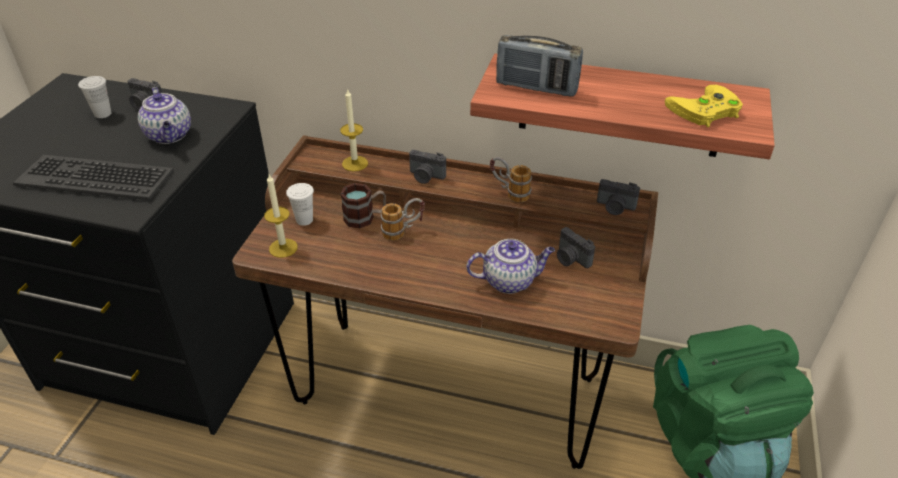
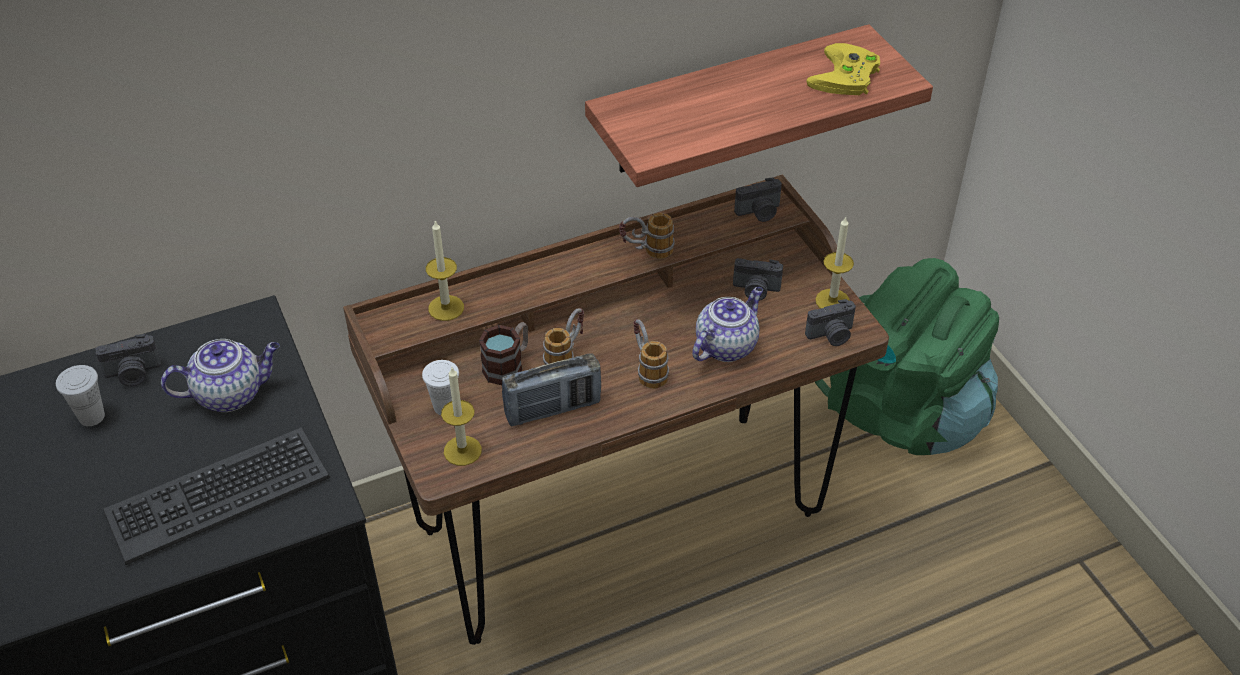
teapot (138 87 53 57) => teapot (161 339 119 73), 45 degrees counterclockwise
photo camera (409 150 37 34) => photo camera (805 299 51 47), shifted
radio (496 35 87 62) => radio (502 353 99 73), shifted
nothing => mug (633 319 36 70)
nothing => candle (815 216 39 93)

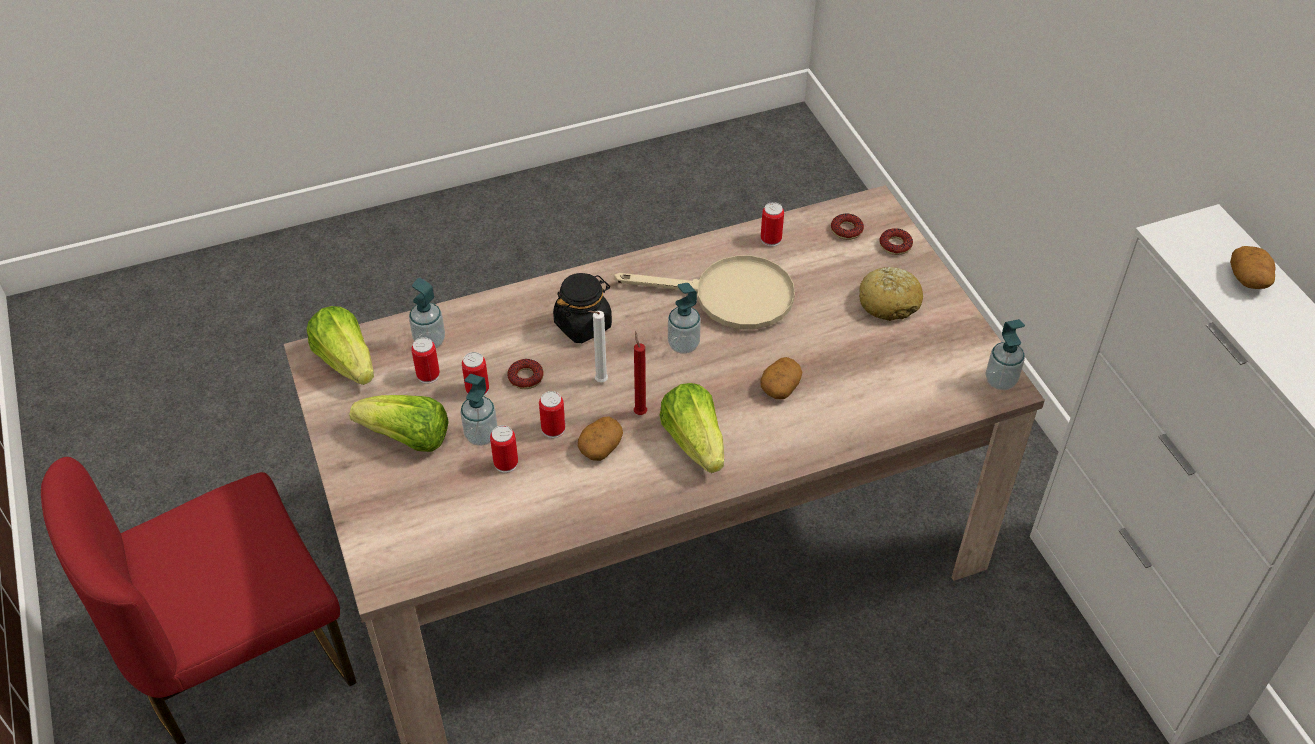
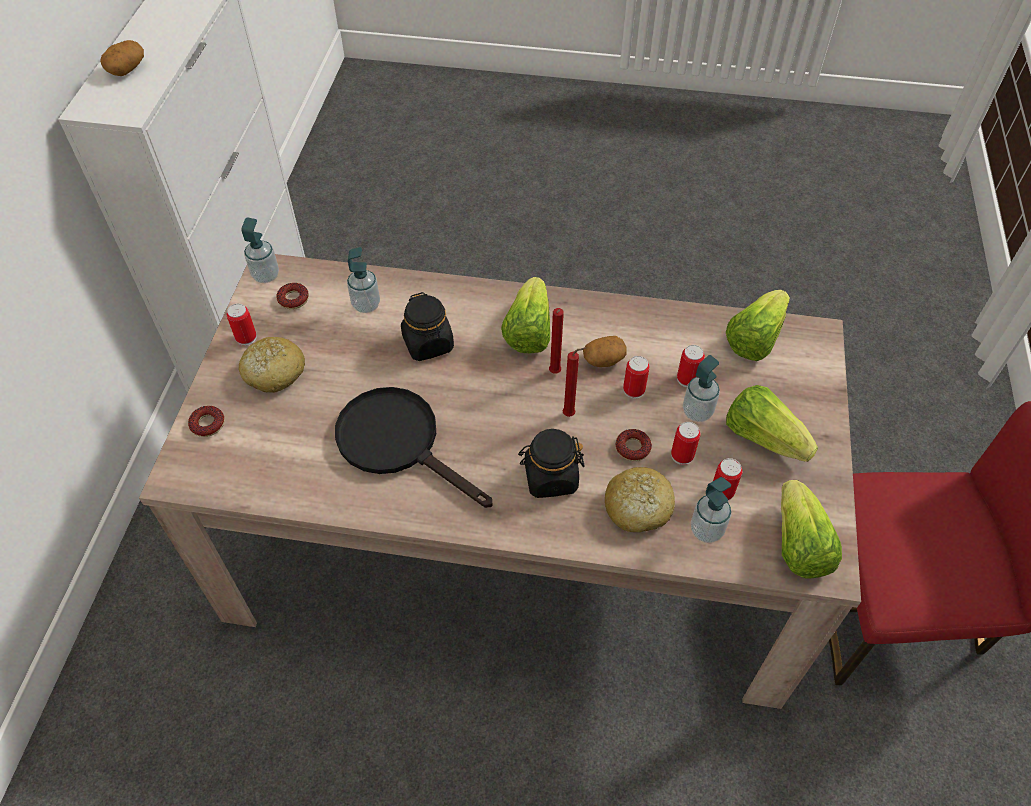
candle (white) (588 311 20 71) => candle (red) (563 347 23 70)
frying pan (beige) (614 256 181 74) => frying pan (black) (335 387 157 121)
soap dispenser (668 283 33 71) => soap dispenser (347 247 33 66), shifted
potato (760 357 42 42) => jar (black) (401 292 53 69)
can (761 202 23 45) => can (227 303 30 43), shifted
donut (831 213 33 27) => donut (276 283 33 26), shifted
nothing => bread (605 467 70 65)
nothing => lettuce (726 290 64 71)

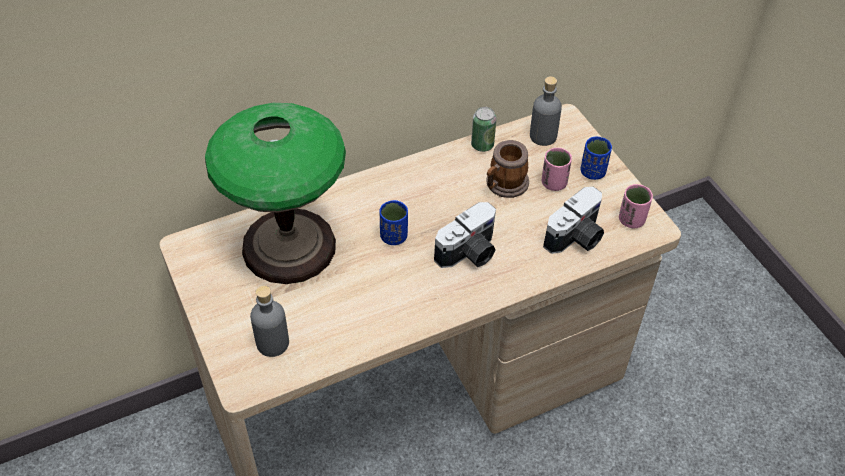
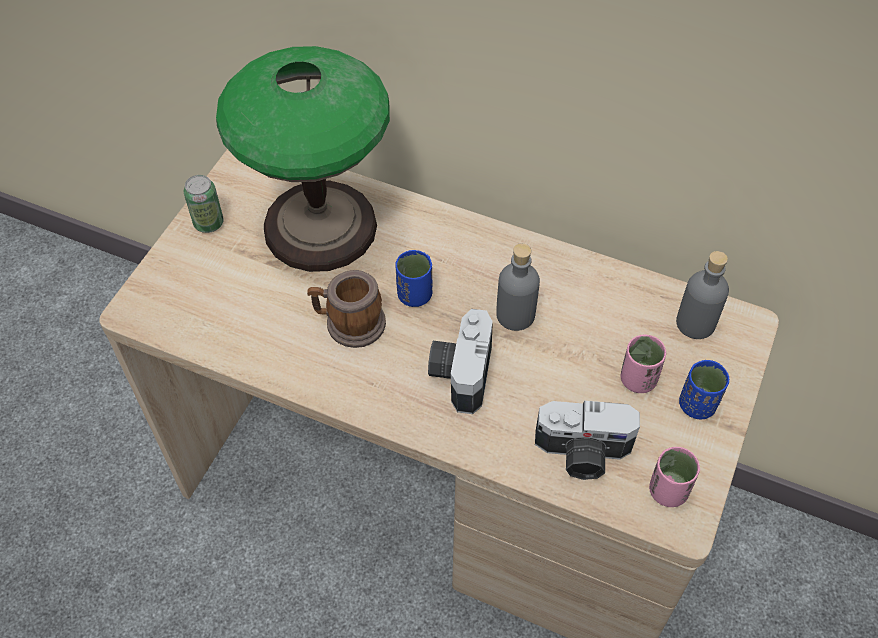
bottle (grey) (250 285 39 72) => bottle (grey) (496 243 44 88), shifted
photo camera (434 202 62 66) => photo camera (428 309 65 105), 90 degrees clockwise
can (471 107 26 45) => can (184 175 40 58), shifted
mug (486 140 43 58) => mug (307 270 79 78), shifted

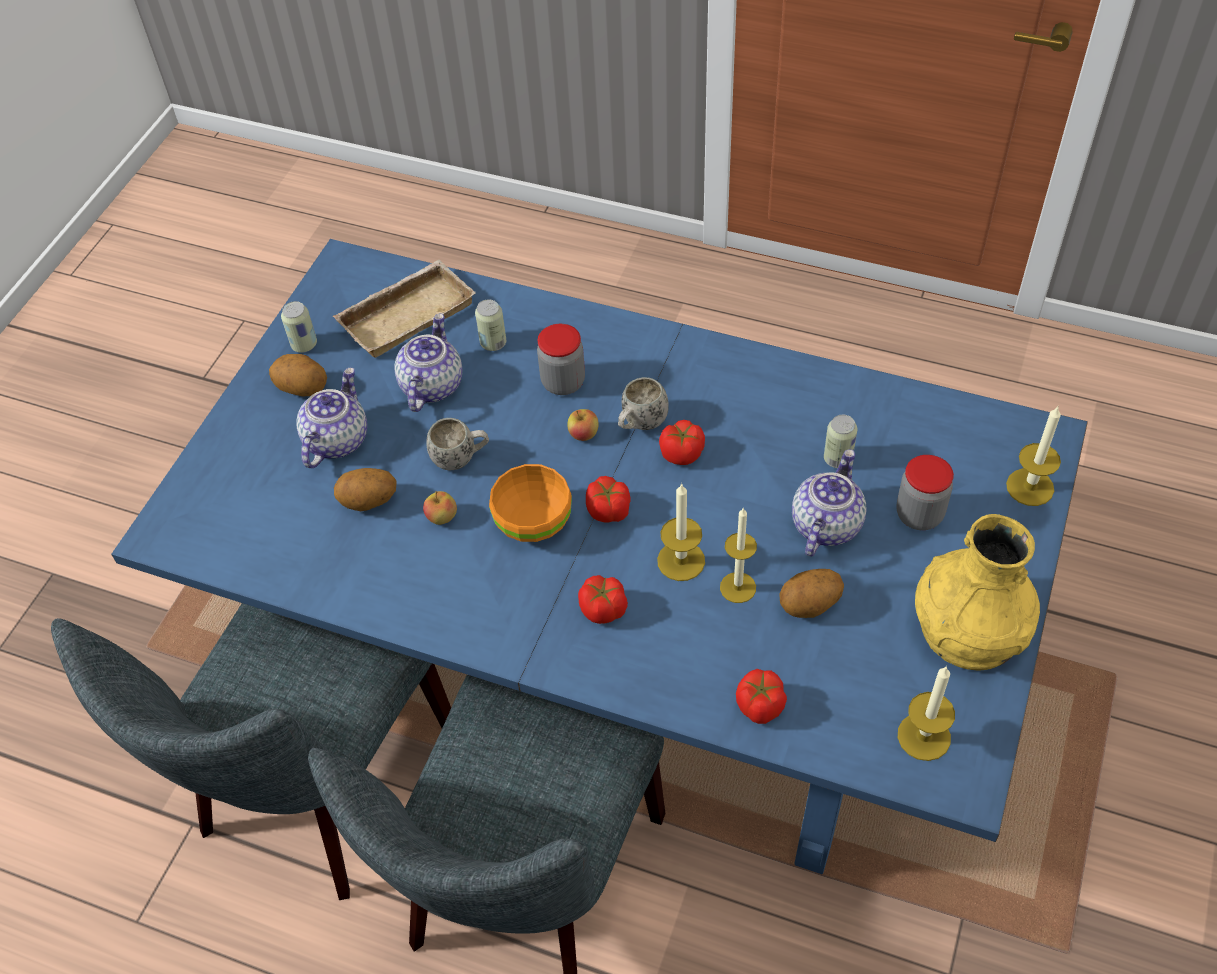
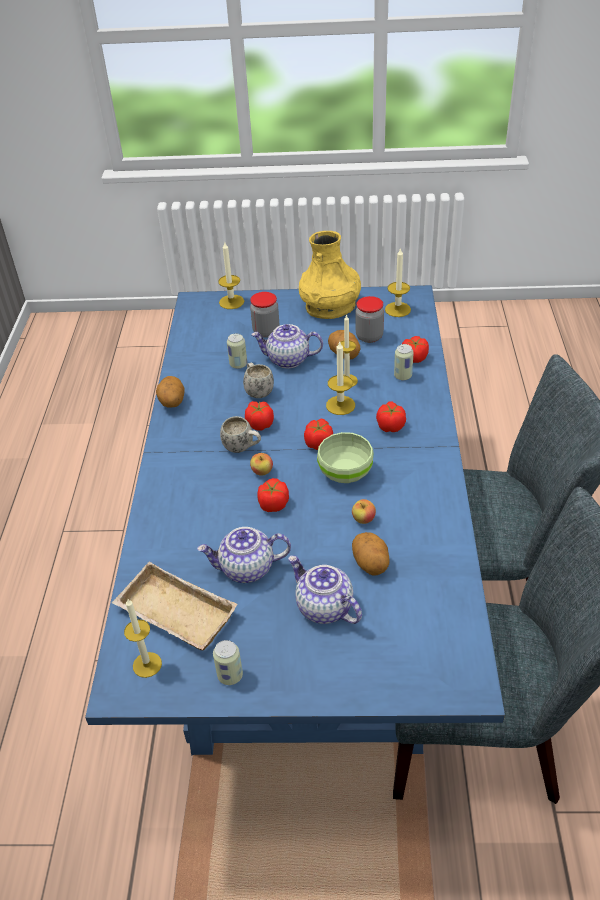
potato (269 354 58 42) => potato (156 376 28 31), shifted
teapot (296 367 71 101) => teapot (288 556 74 68), 45 degrees clockwise
mug (white) (426 418 63 53) => mug (white) (243 363 31 35), shifted
can (475 299 31 52) => can (394 344 20 36), shifted
bowl (orange) (489 464 83 78) => bowl (green) (317 432 56 51)
jar (537 324 48 71) => jar (356 296 28 47), shifted
nothing => candle (124 598 38 80)
nothing => tomato (257 478 32 34)

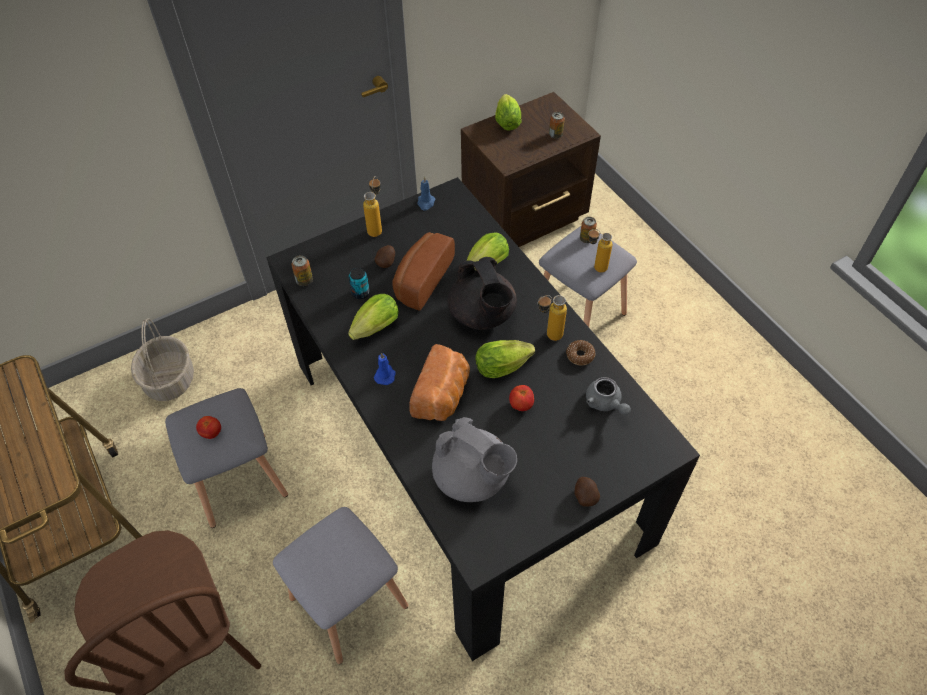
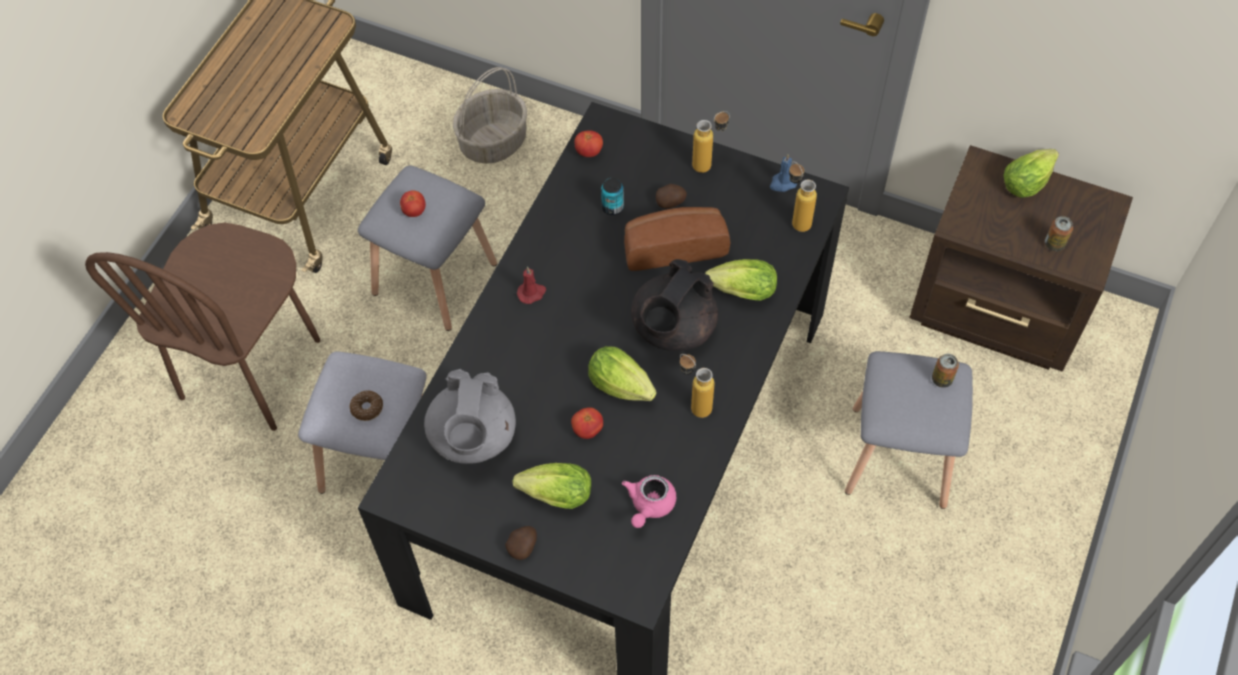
can (291 255 22 31) => tomato (575 130 28 27)
lettuce (348 294 51 46) => lettuce (513 463 79 46), shifted
candle (blue) (374 352 22 33) => candle (red) (517 267 29 37)
bread (409 344 61 77) => nothing
donut (566 340 30 26) => donut (350 390 33 31), shifted
teapot (grey) (586 377 45 38) => teapot (pink) (622 475 54 53)
bottle (588 229 24 44) => bottle (789 161 28 71), shifted

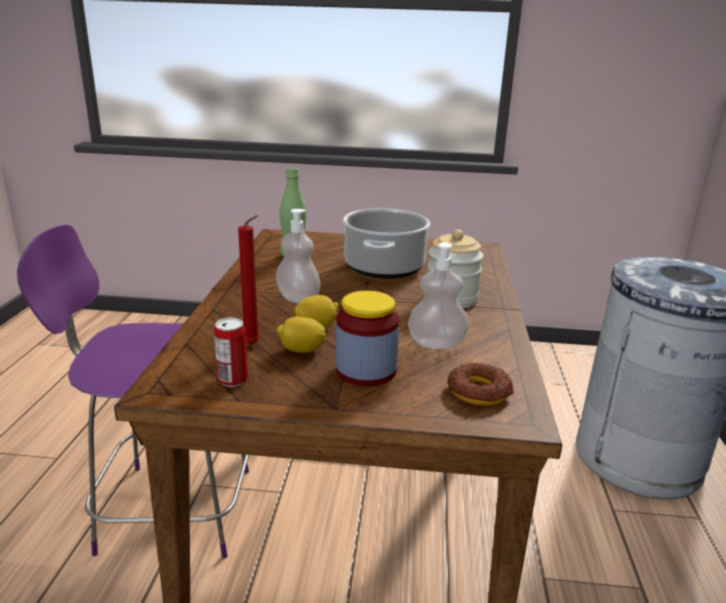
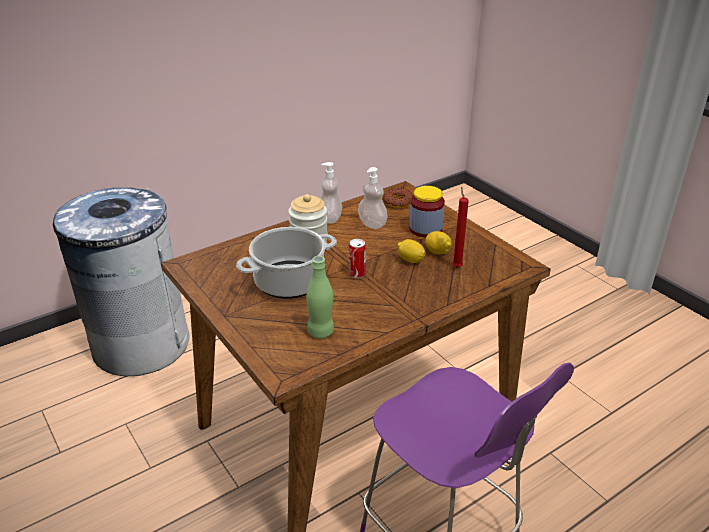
can (214 317 34 70) => can (349 239 17 39), shifted
soap dispenser (276 209 45 94) => soap dispenser (320 162 22 62), shifted

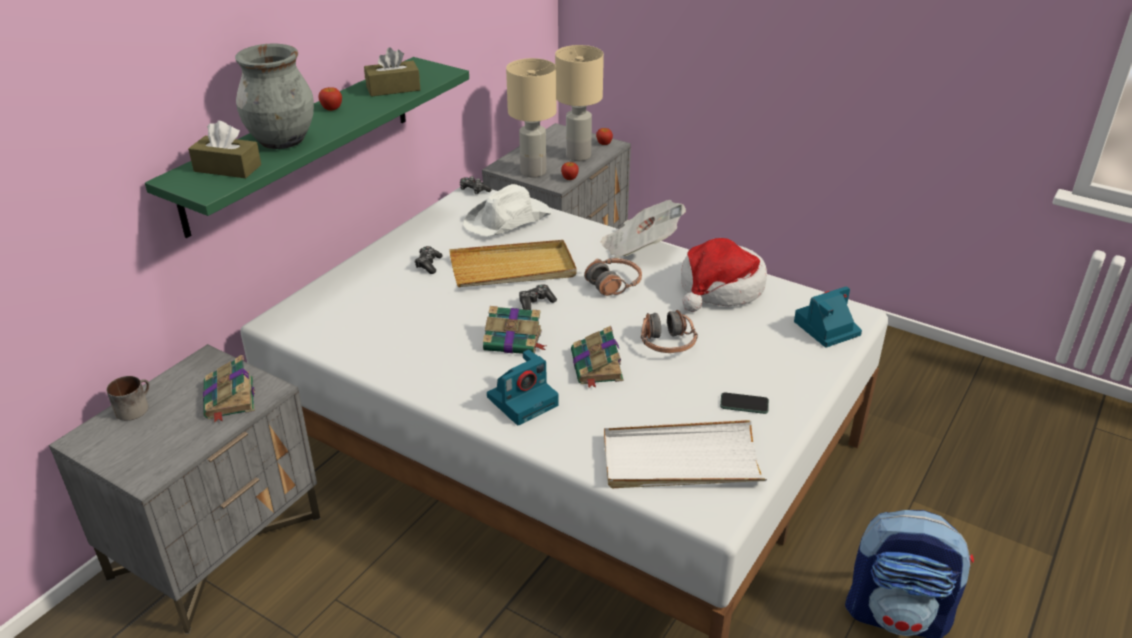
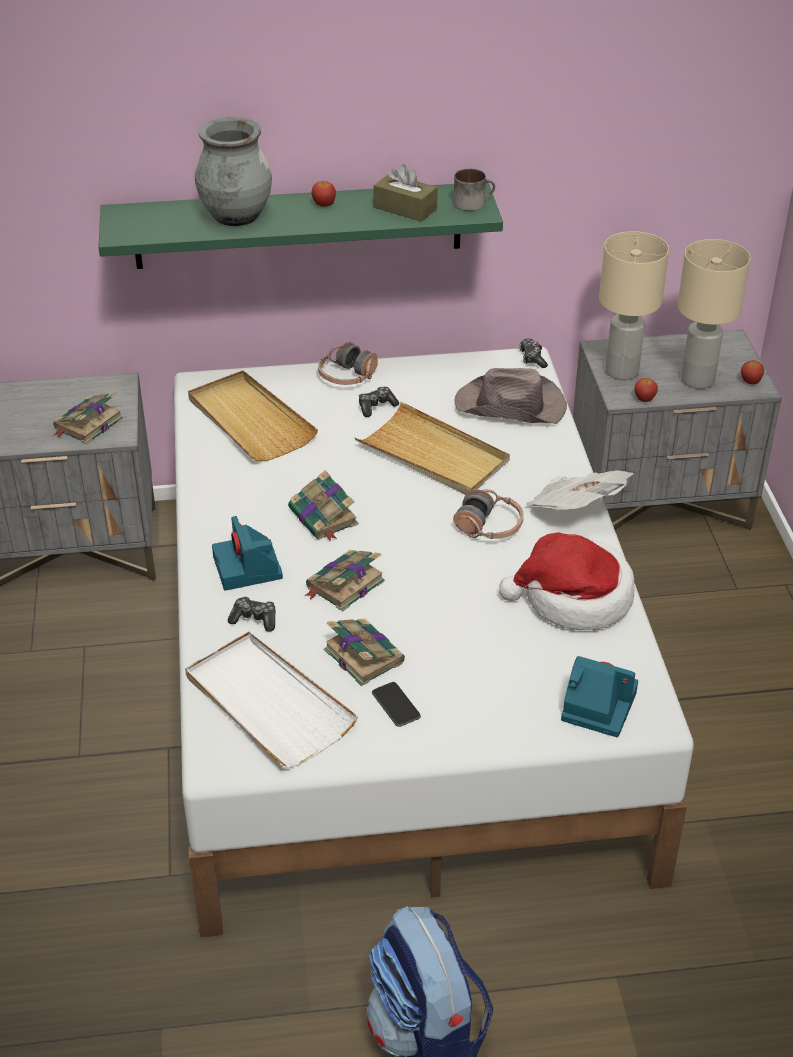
mug (106 376 44 45) => mug (454 169 41 42), shifted
tissue box (brown) (188 121 73 57) => nothing
hat (white) (463 184 89 53) => hat (brown) (455 368 112 56)
photo camera (487 350 71 75) => photo camera (212 516 71 75), 60 degrees clockwise
game controller (519 284 38 26) => game controller (228 597 47 35), shifted
headphones (641 310 57 43) => headphones (318 342 60 43), shifted
nothing => tray (beige) (188 371 130 90)
nothing => book (324 618 81 68)

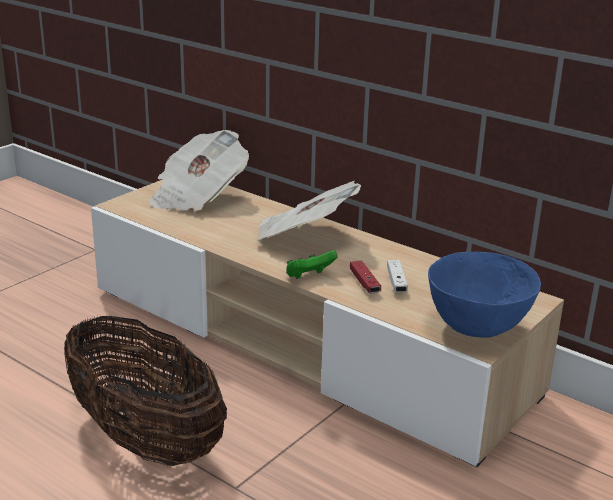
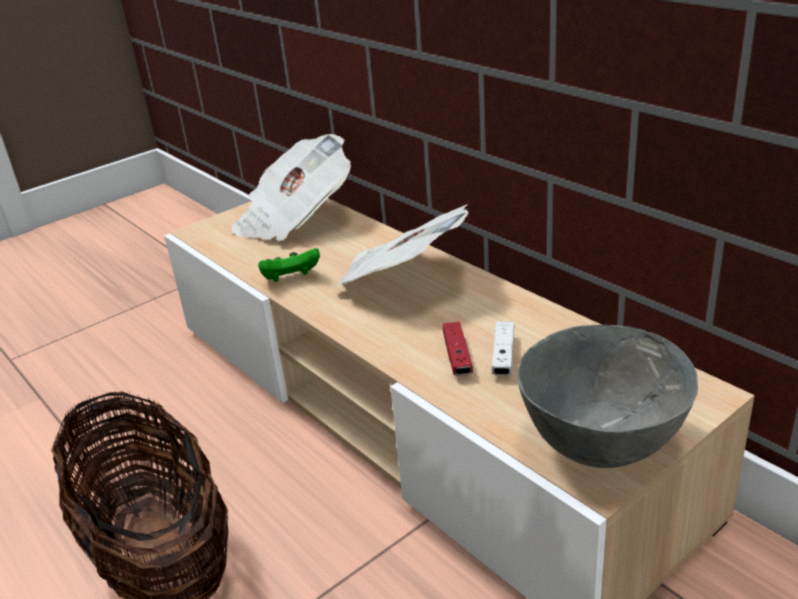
game controller (green) (286 250 51 29) => game controller (green) (258 248 62 34), shifted
bowl (blue) (428 252 113 85) => bowl (grey) (517 325 181 143)

